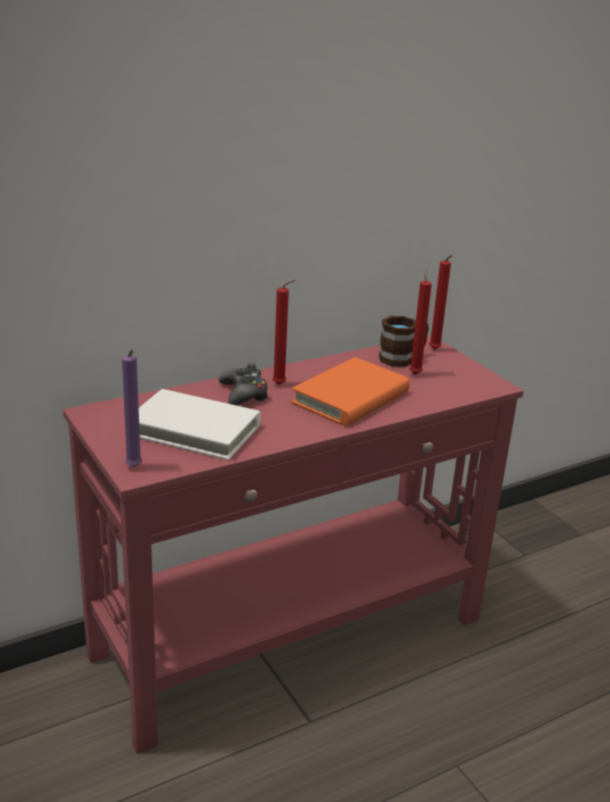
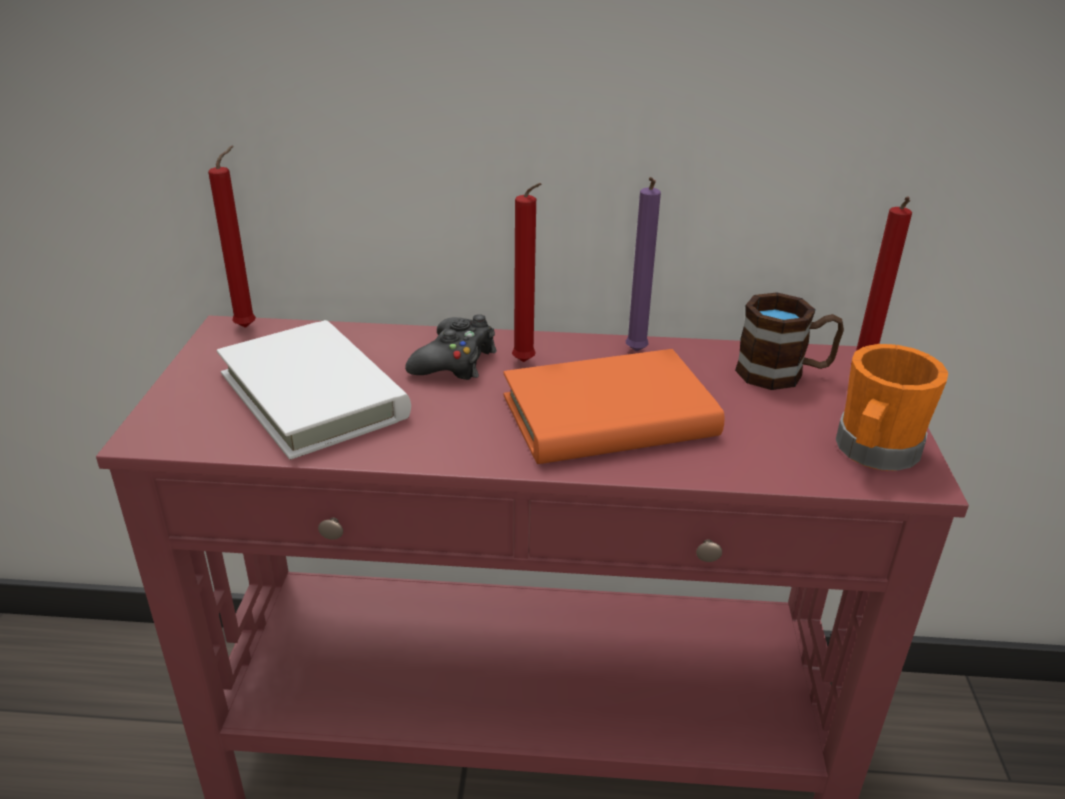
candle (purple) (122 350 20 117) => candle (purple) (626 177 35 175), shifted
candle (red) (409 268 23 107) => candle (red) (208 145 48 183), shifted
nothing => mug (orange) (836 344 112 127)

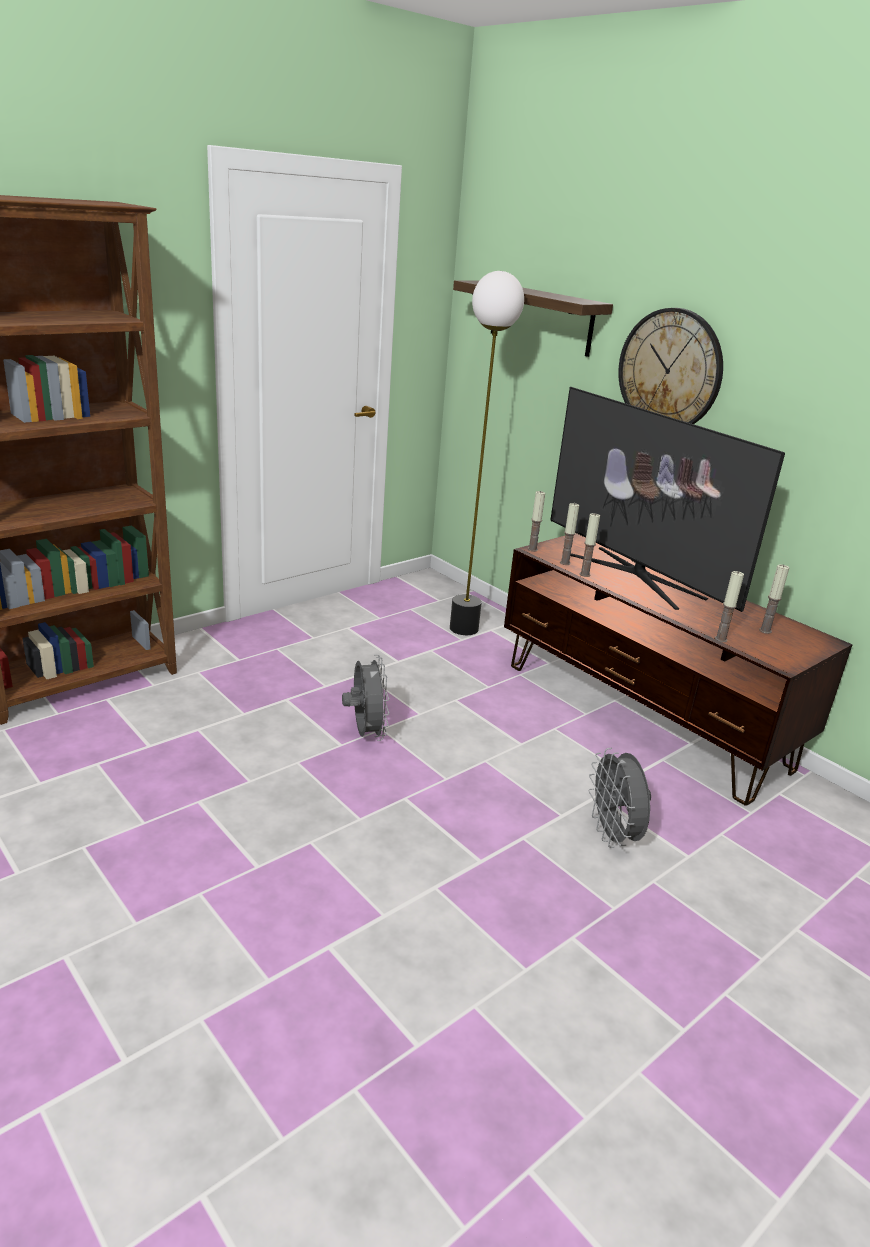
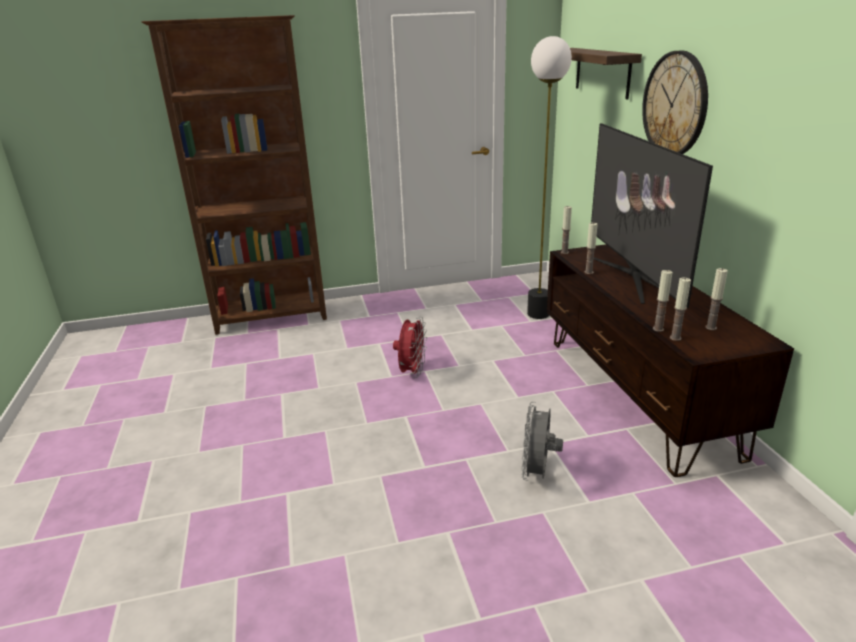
fan (grey) (342 654 47 87) => fan (red) (393 316 34 62)
candle (560 503 19 62) => candle (670 278 21 63), shifted

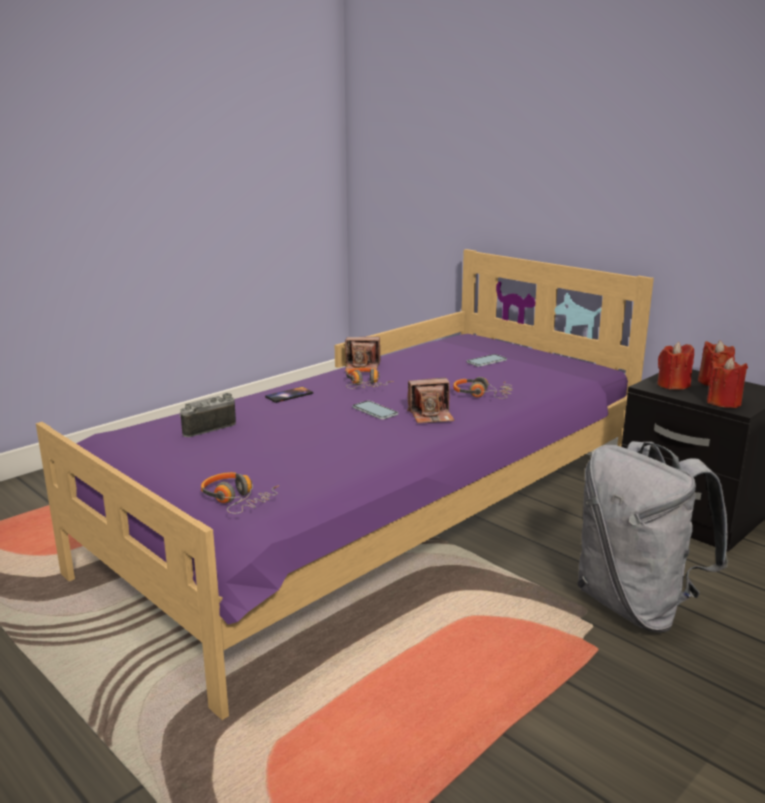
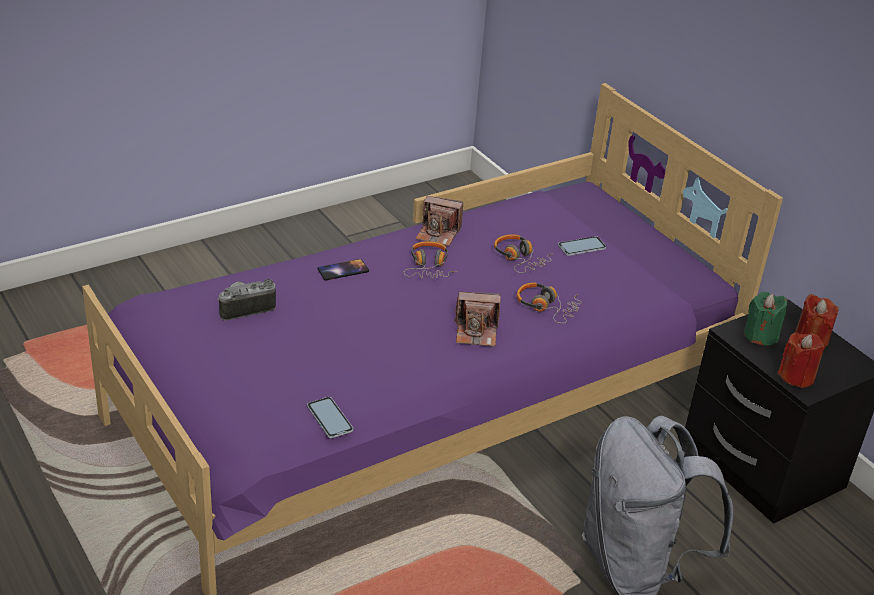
headphones (201 472 78 42) => headphones (494 234 59 39), shifted
phone (352 401 46 19) => phone (307 397 46 41), shifted
candle (red) (657 342 37 48) => candle (green) (744 292 43 53)

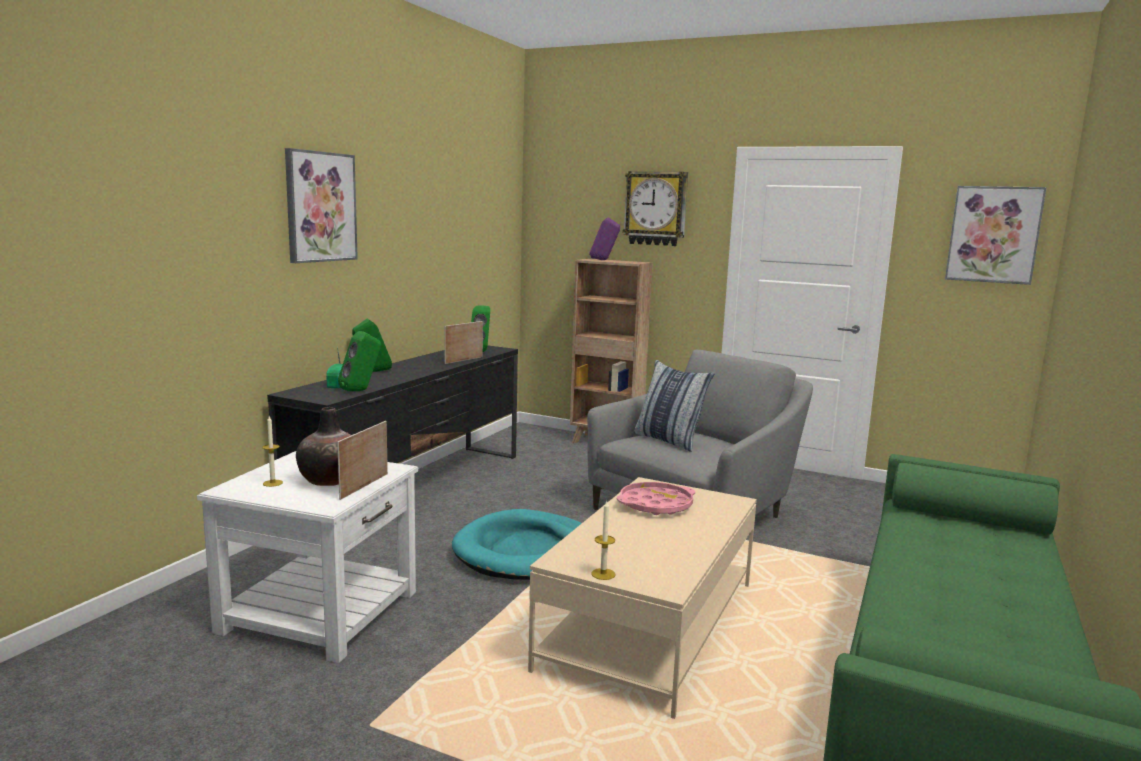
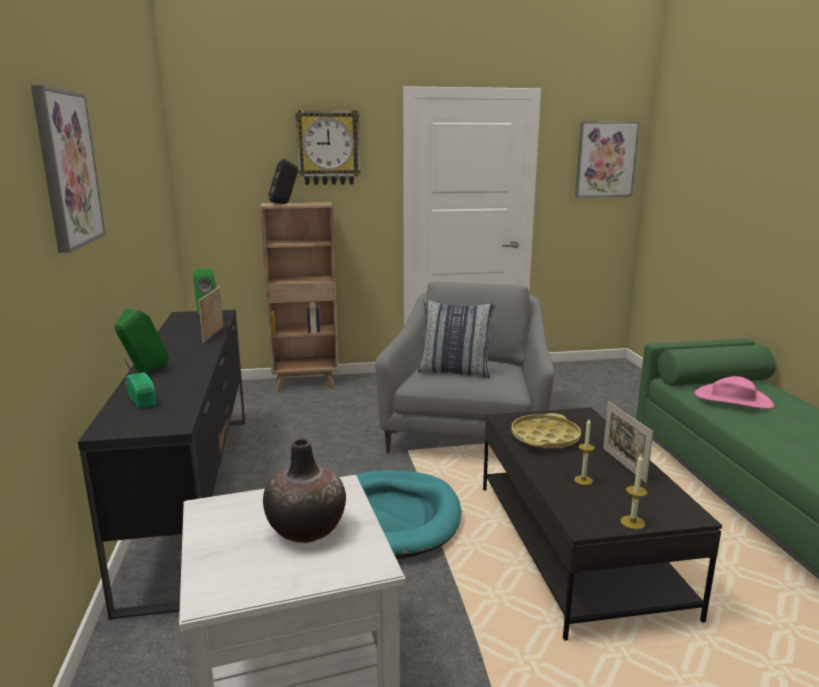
candle (262 416 21 71) => candle (574 419 21 66), shifted
picture frame (337 421 51 79) => picture frame (603 401 50 82), shifted
speaker (green) (338 331 43 60) => nothing
coffee table (beige) (528 477 229 242) => coffee table (black) (483 407 239 234)
speaker (purple) (589 217 31 43) => speaker (black) (268 159 30 45)
tray (pink) (617 482 78 33) => tray (yellow) (511 413 70 35)
nothing => hat (pink) (694 376 80 33)

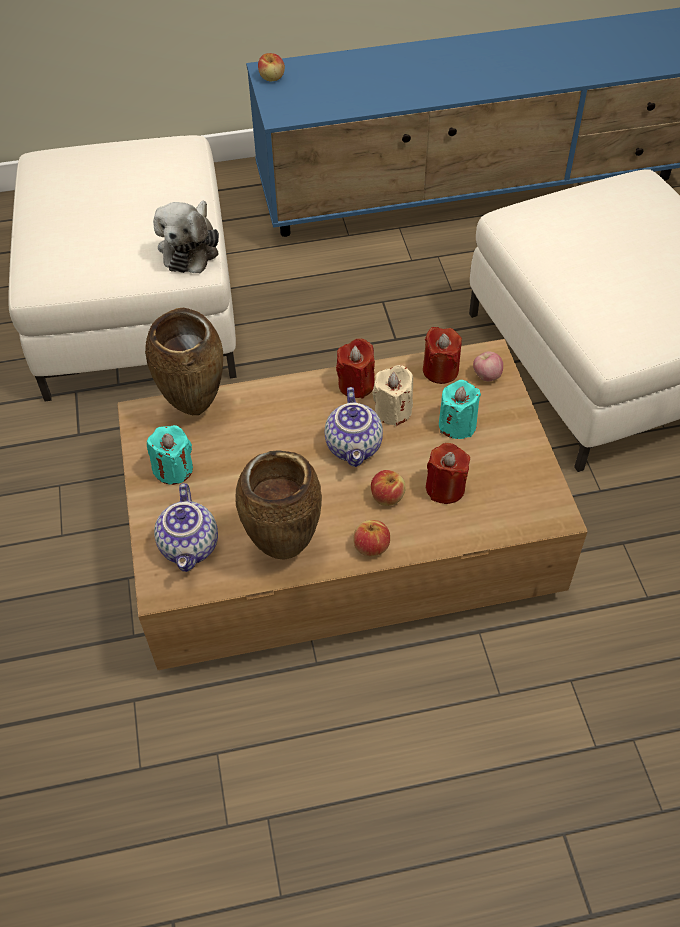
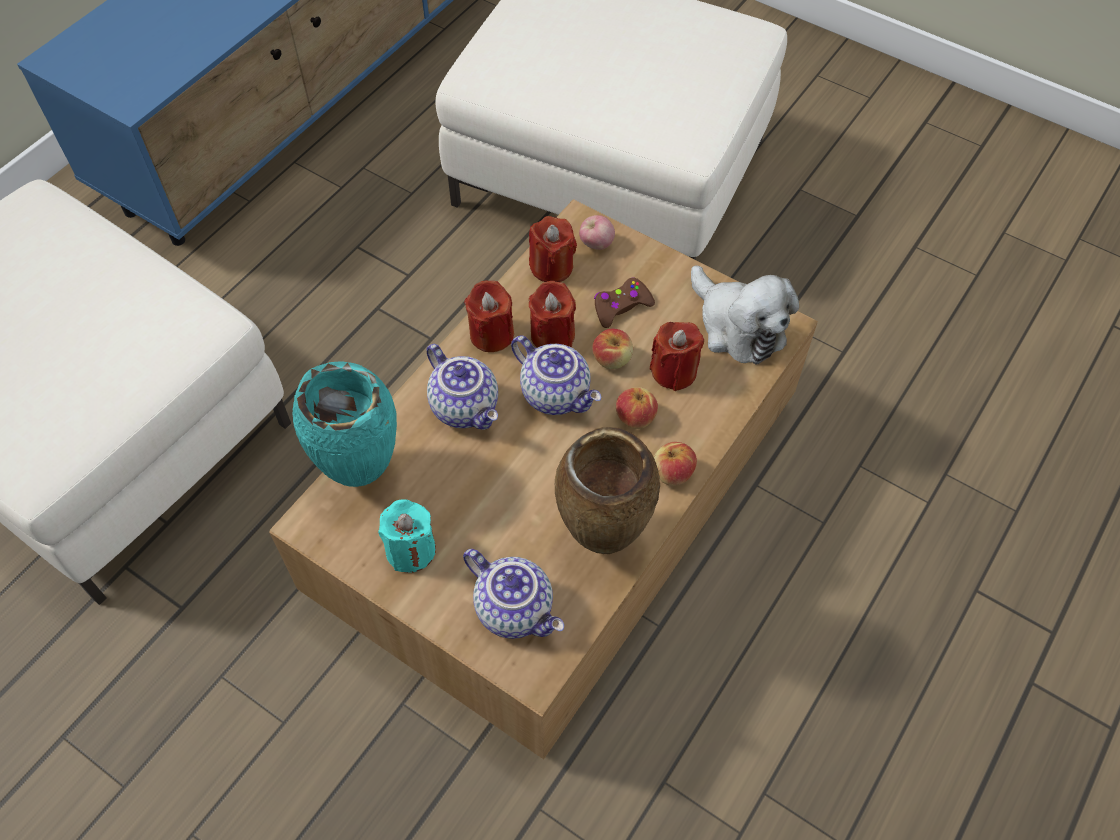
vase (brown) (145 308 78 107) => vase (turquoise) (292 361 105 126)
plush toy (153 201 66 72) => plush toy (691 266 108 99), shifted
apple (258 53 27 28) => apple (592 329 41 40), shifted
candle (beige) (372 365 41 61) => candle (red) (529 281 47 67)
candle (turquoise) (439 380 42 59) => game controller (brown) (594 277 61 51)
nothing => teapot (427 344 71 86)

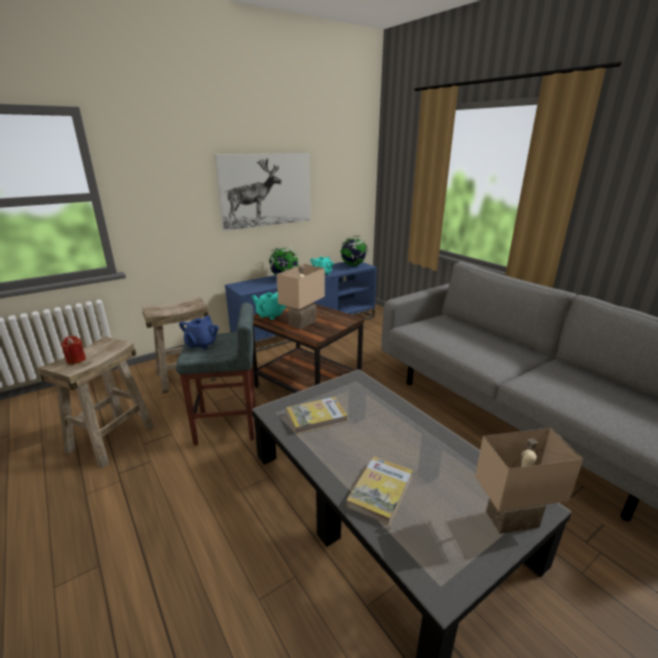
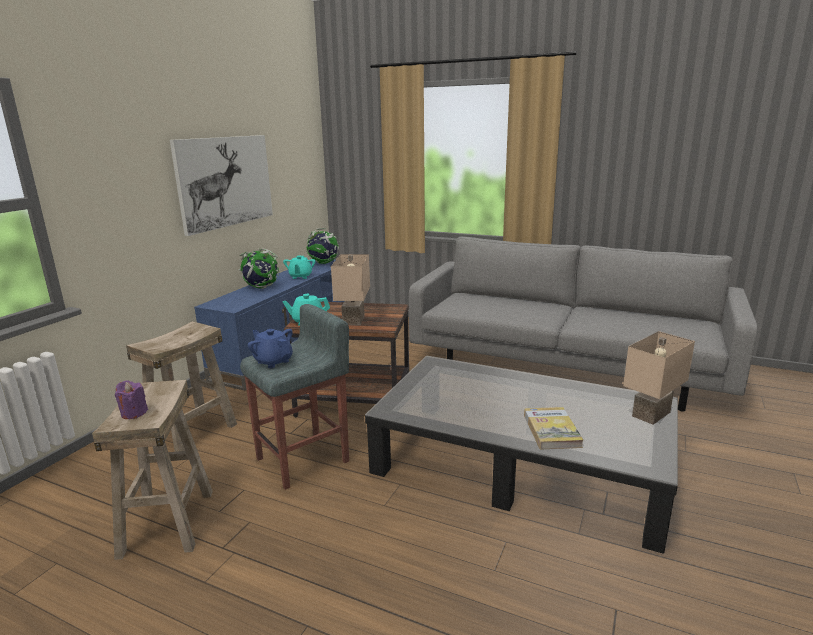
candle (red) (61 336 25 28) => candle (purple) (115 380 33 39)
teapot (blue) (179 316 40 34) => teapot (blue) (248 329 45 39), 150 degrees clockwise
book (286 397 62 37) => nothing

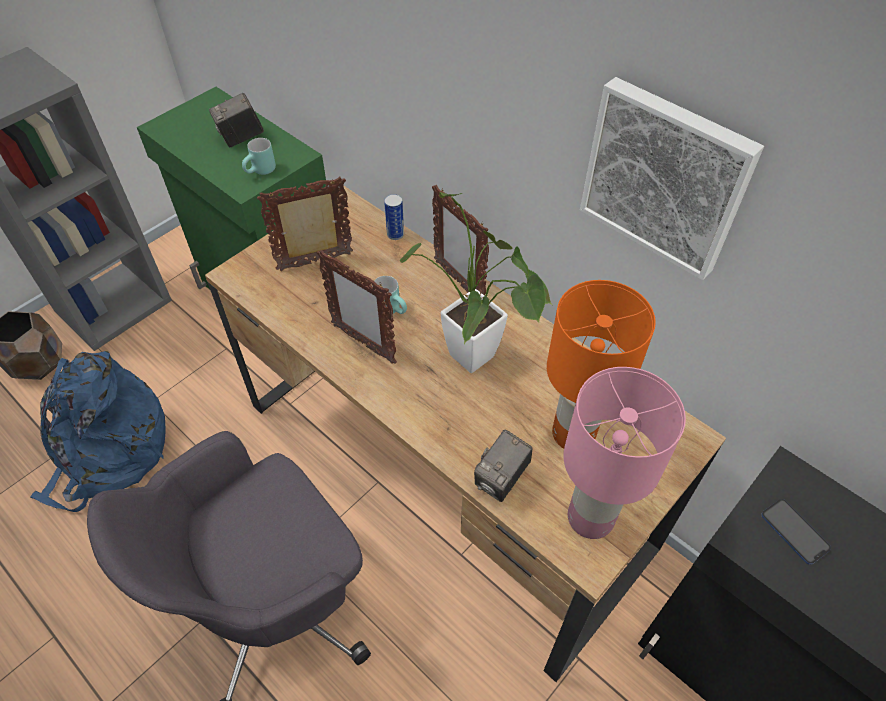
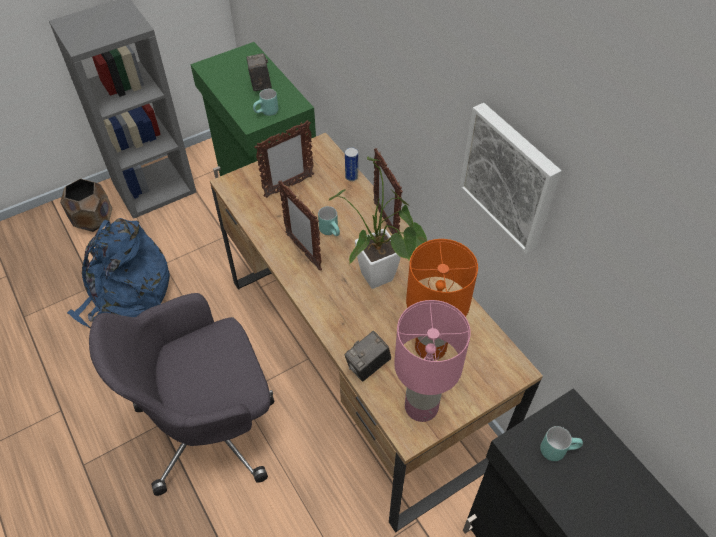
photo camera (209 93 55 54) => photo camera (246 53 26 38), 90 degrees clockwise
picture frame (257 176 96 95) => picture frame (254 120 60 78), 150 degrees clockwise
phone (762 499 69 66) => mug (turquoise) (540 426 43 35)

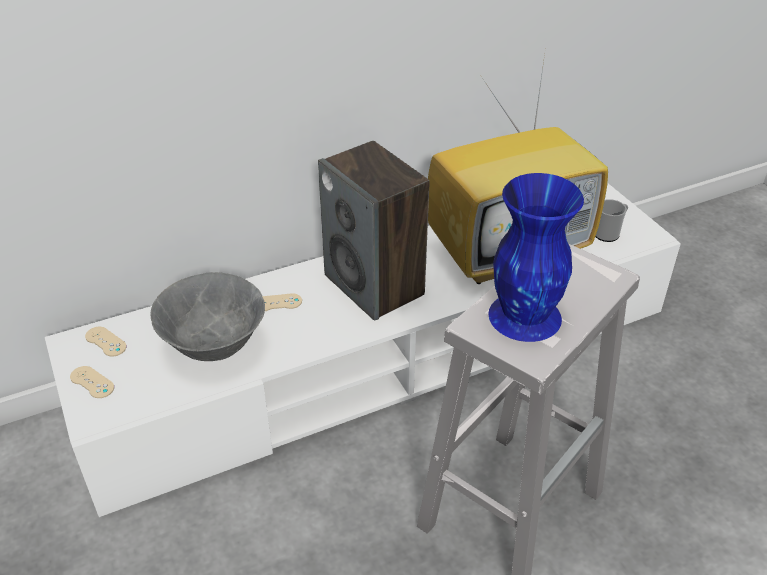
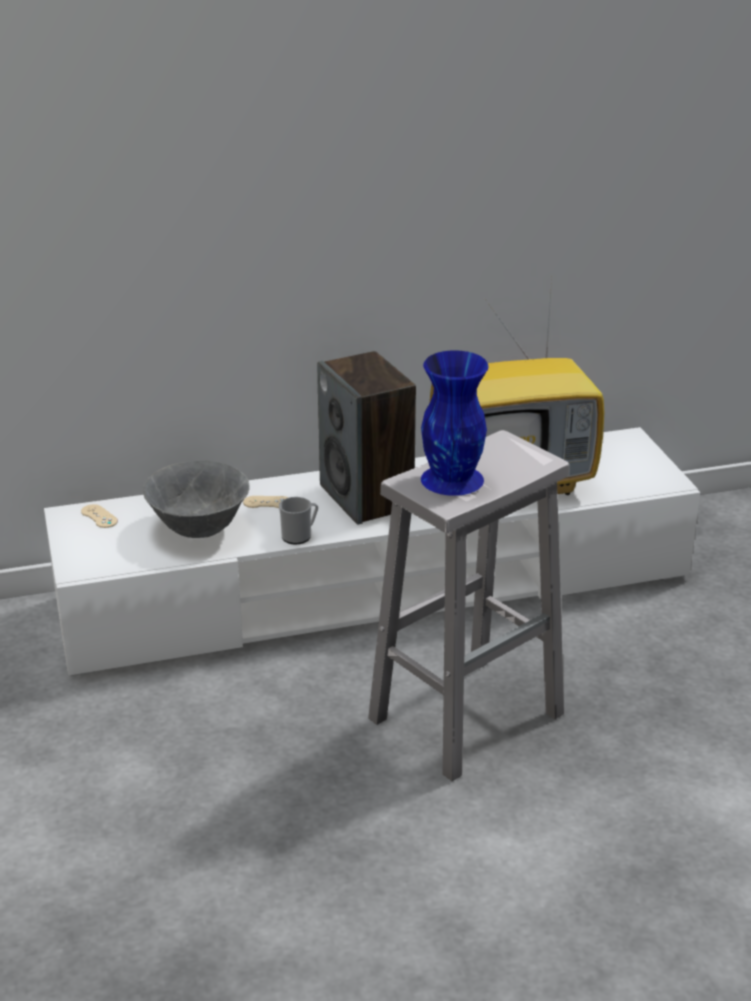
game controller (beige) (70 366 44 32) => nothing
mug (595 199 33 43) => mug (279 497 39 47), shifted

